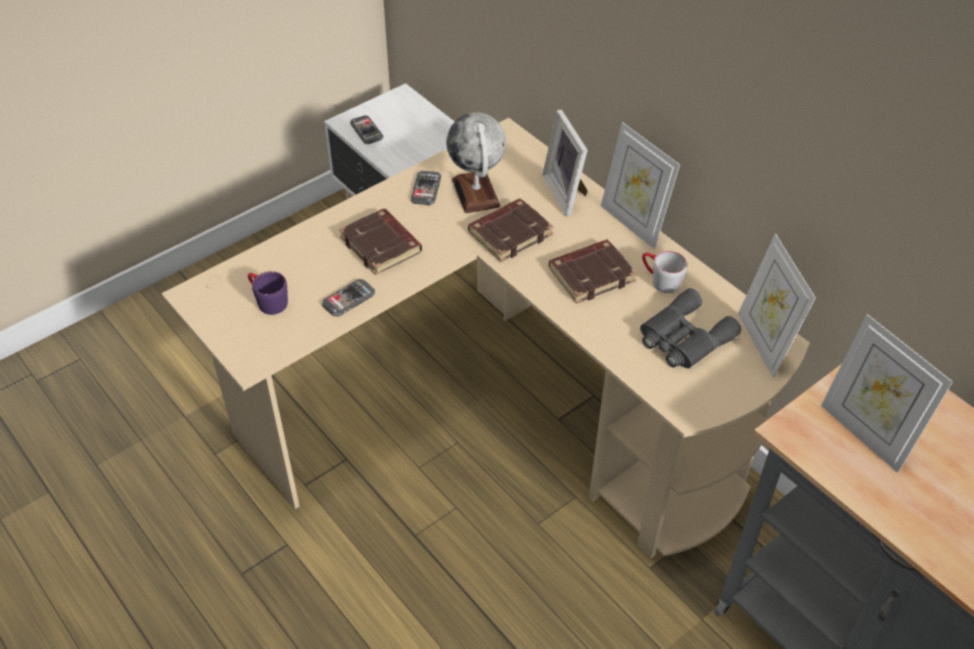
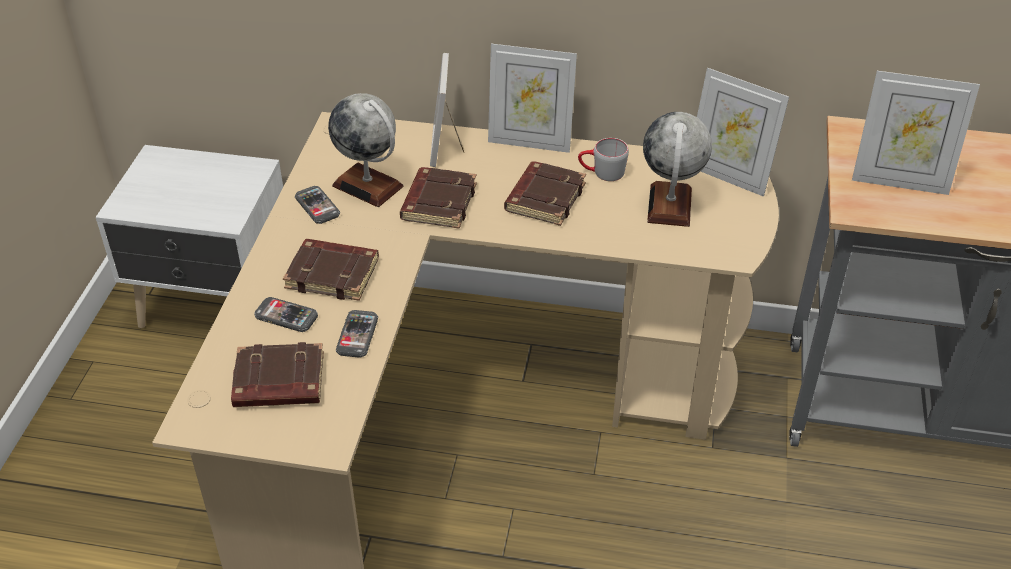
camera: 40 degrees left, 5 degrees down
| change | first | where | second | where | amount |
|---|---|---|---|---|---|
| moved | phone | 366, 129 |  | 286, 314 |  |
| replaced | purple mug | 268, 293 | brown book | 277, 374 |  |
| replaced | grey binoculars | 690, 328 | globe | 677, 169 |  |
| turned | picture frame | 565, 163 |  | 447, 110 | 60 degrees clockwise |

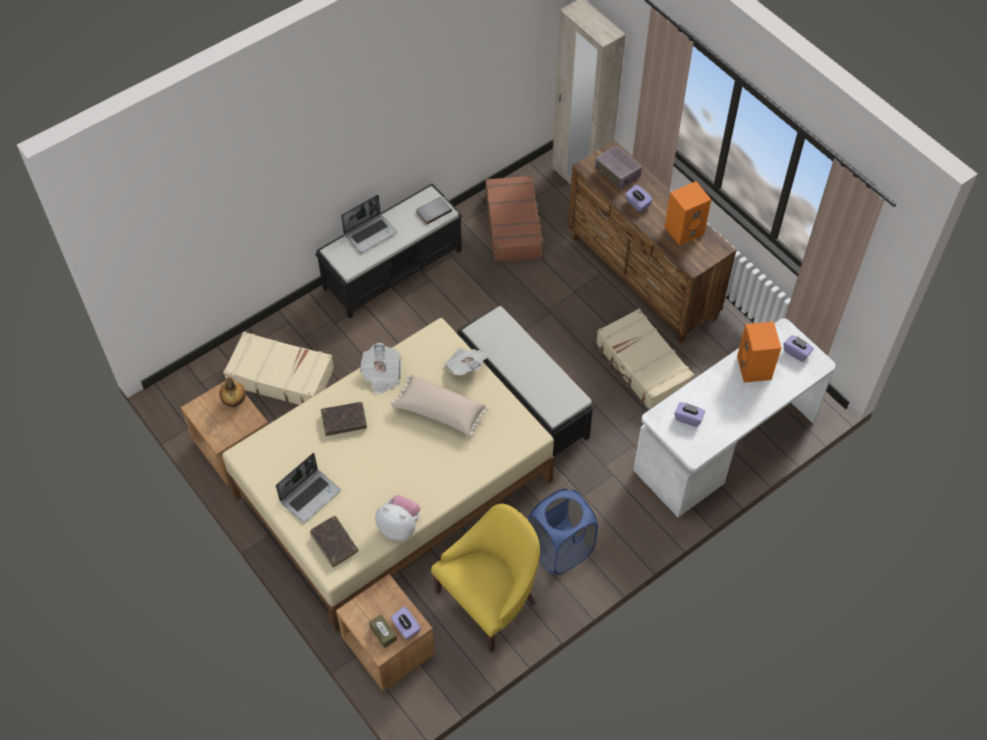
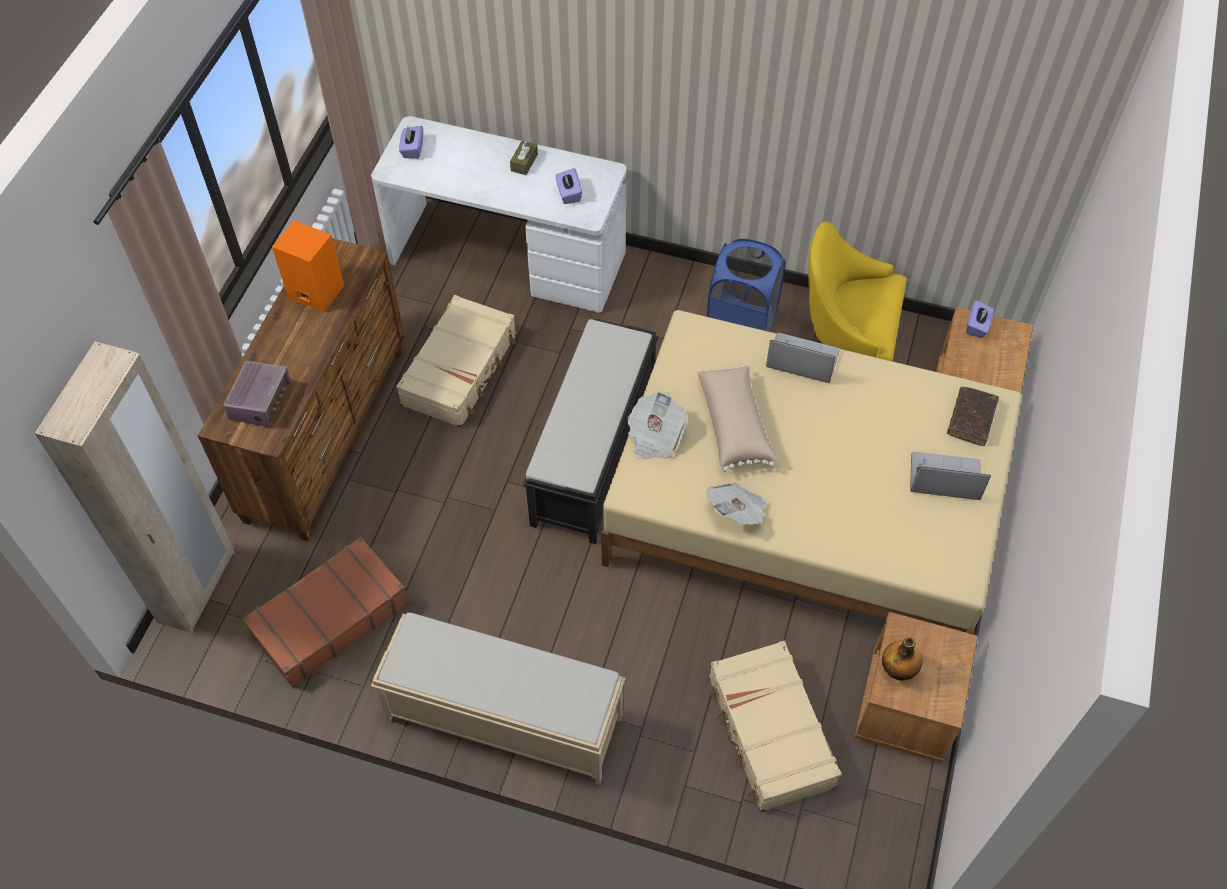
camera: 125 degrees left, 0 degrees up
| change | first | where | second | where | amount |
|---|---|---|---|---|---|
| removed | brown book | 344, 419 |  |  |  |
| removed | plush toy | 397, 518 |  |  |  |
| removed | grey book | 434, 211 |  |  |  |
| removed | purple tissue box | 639, 198 |  |  |  |
| removed | orange speaker | 759, 352 |  |  |  |
| moved | laptop | 369, 224 |  | 803, 358 |  |
| moved | brown tissue box | 383, 631 |  | 524, 158 |  |
| recoloured | black bench | 389, 251 | beige bench | 498, 699 |  |

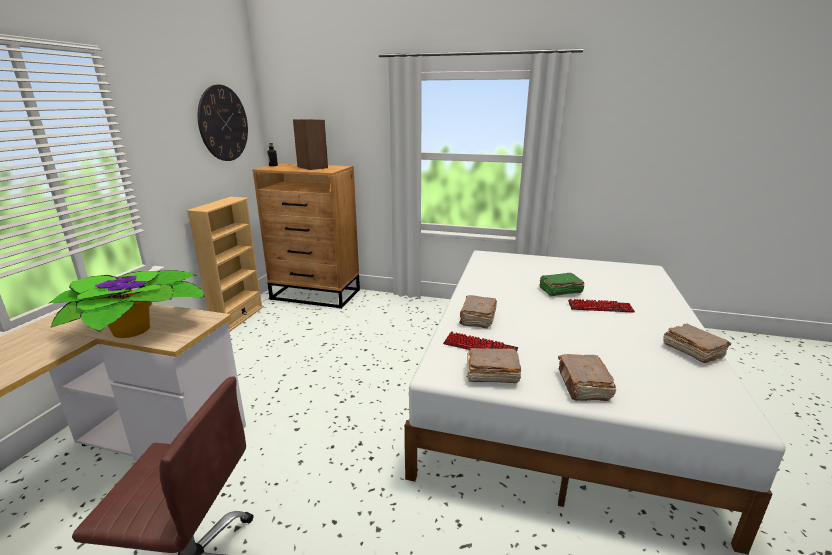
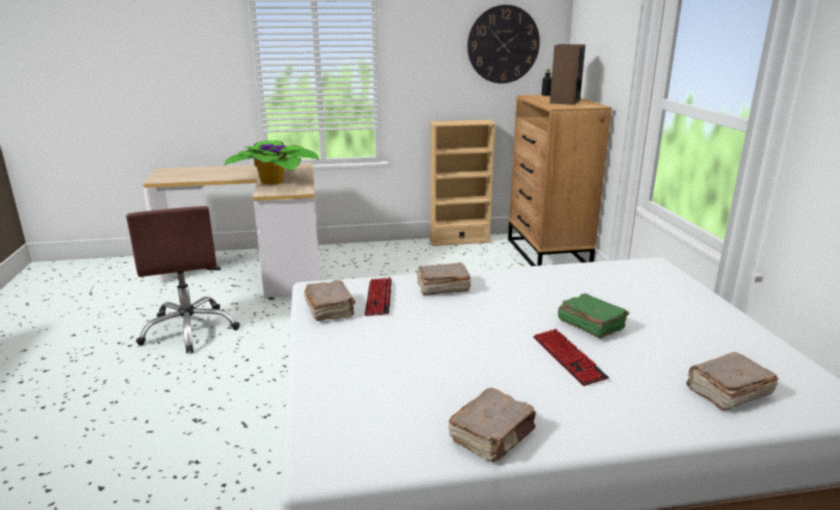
camera: 65 degrees right, 0 degrees up
| change | first | where | second | where | amount |
|---|---|---|---|---|---|
| moved | brown book | 587, 377 |  | 732, 381 |  |

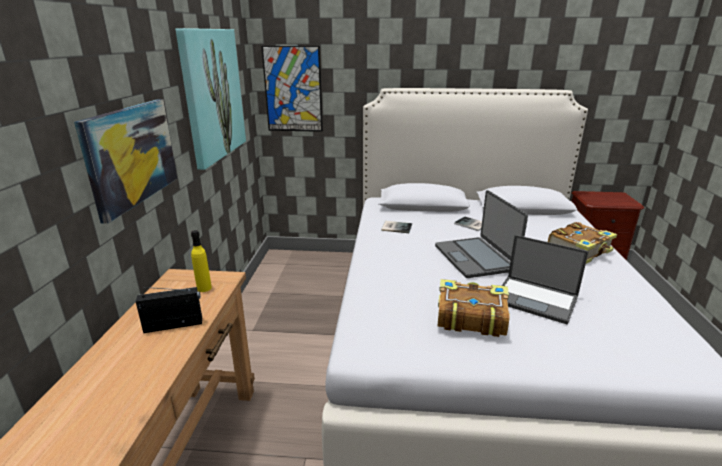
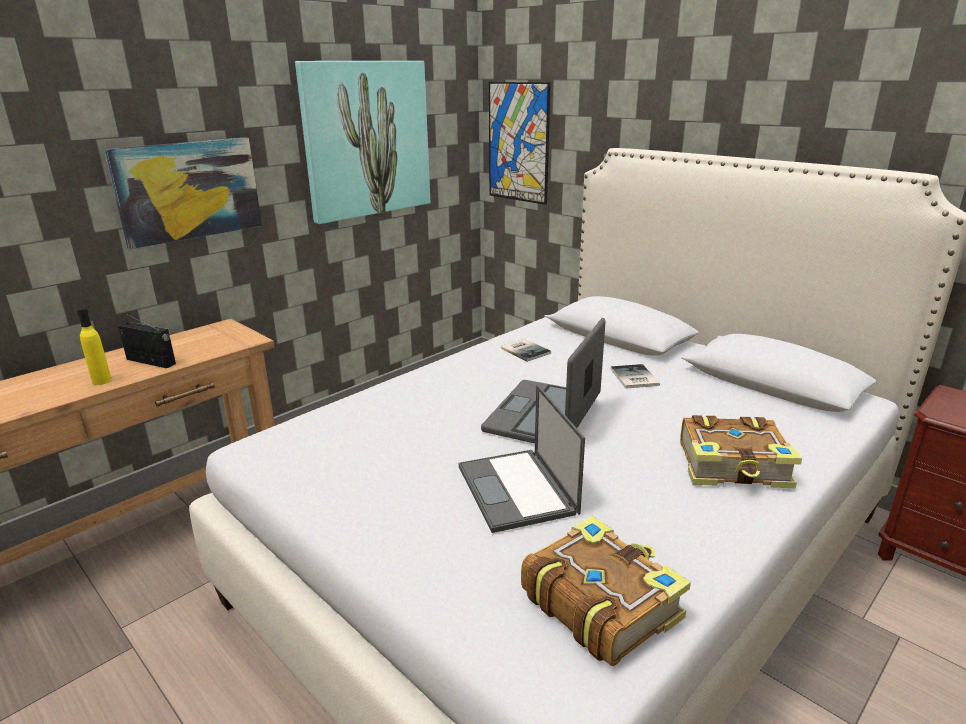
camera: 40 degrees right, 0 degrees up
| change | first | where | second | where | amount |
|---|---|---|---|---|---|
| moved | yellow bottle | 201, 261 |  | 94, 346 |  |
| moved | book | 474, 308 |  | 606, 591 |  |

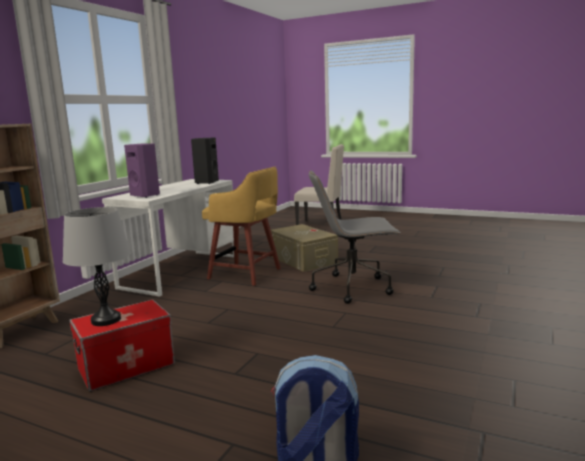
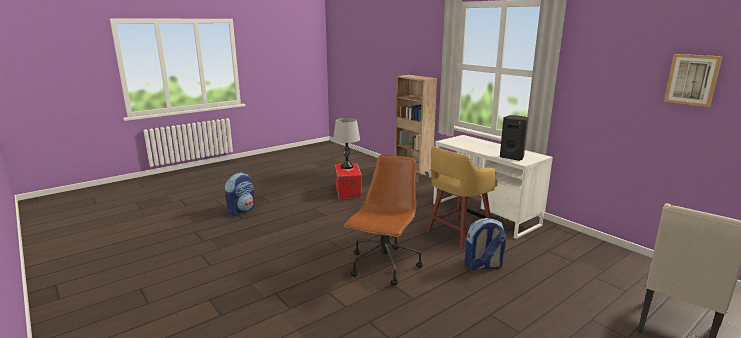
camera: 115 degrees right, 5 degrees up
| change | first | where | second | where | amount |
|---|---|---|---|---|---|
| removed | purple speaker | 142, 170 |  |  |  |
| added |  |  | picture | 693, 80 |  |
| replaced | beige storage box | 304, 248 | backpack | 485, 244 |  |
| recoloured | grey office chair | 354, 237 | brown office chair | 383, 220 |  |

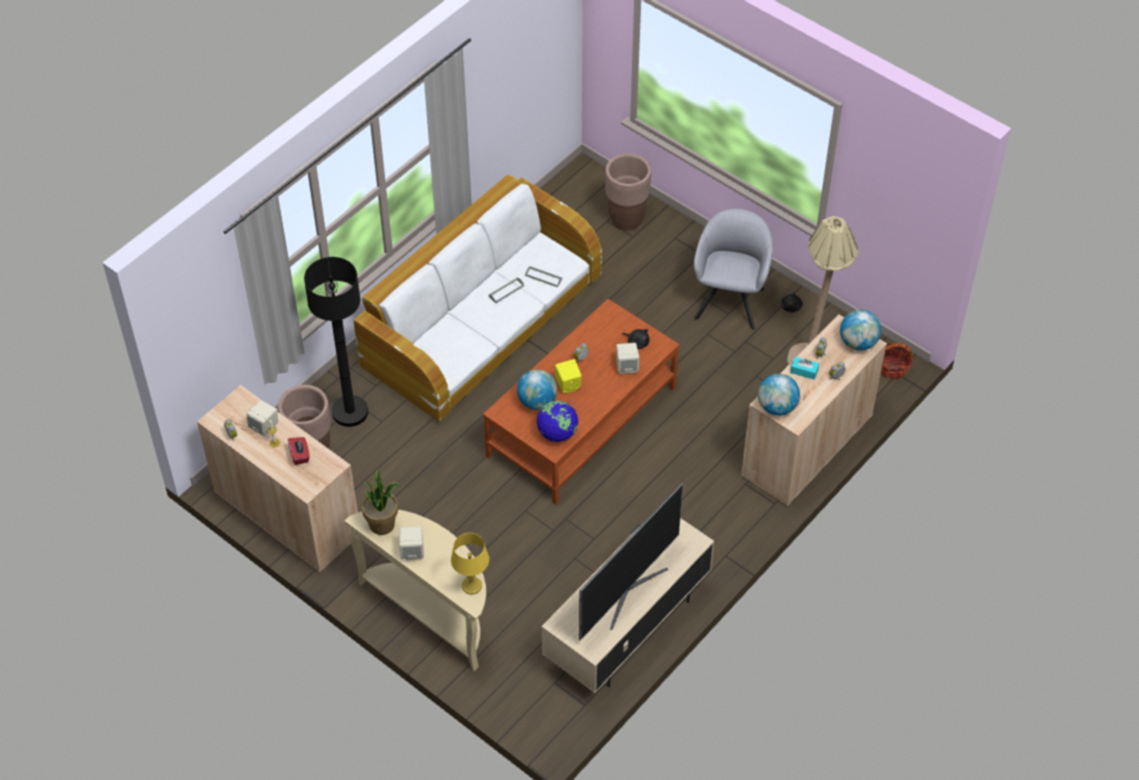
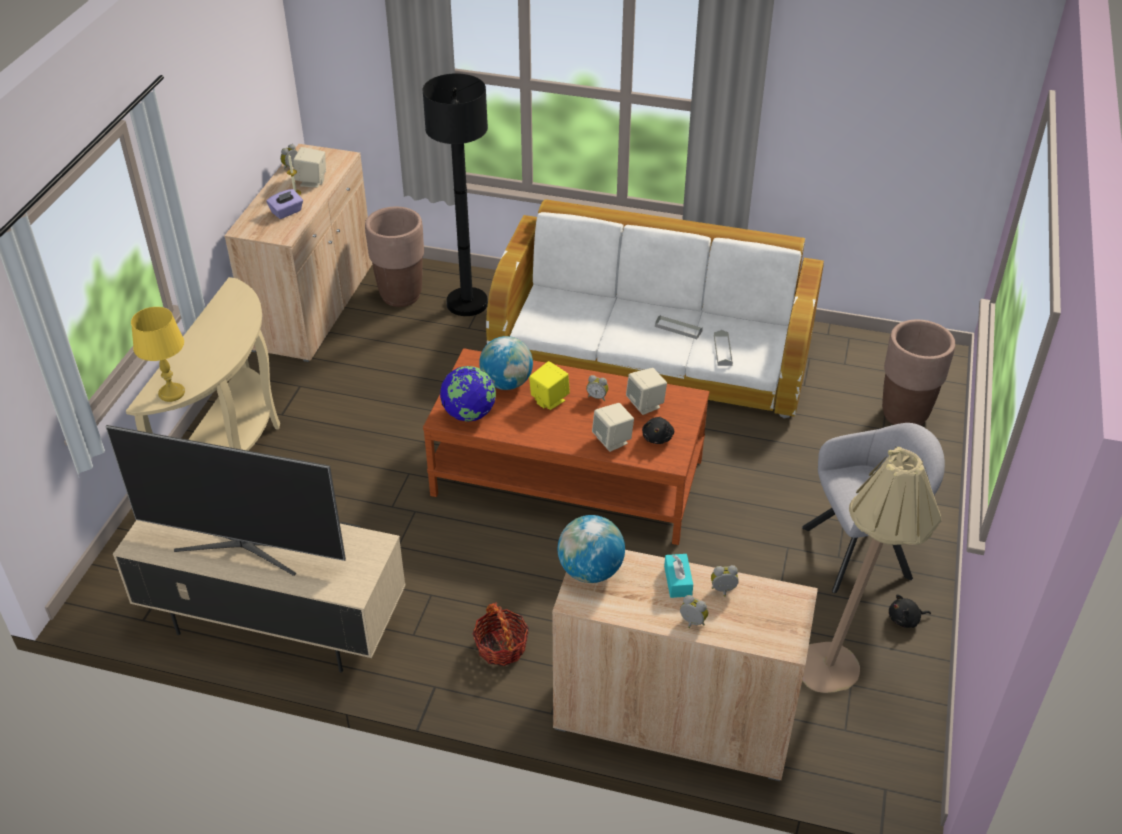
camera: 65 degrees right, 10 degrees down
| change | first | where | second | where | amount |
|---|---|---|---|---|---|
| removed | potted plant | 381, 502 |  |  |  |
| removed | globe | 860, 330 |  |  |  |
| moved | beige speaker | 411, 543 |  | 646, 391 |  |
| moved | basket | 897, 361 |  | 500, 634 |  |
| recoloured | red tissue box | 299, 451 | purple tissue box | 285, 204 |  |

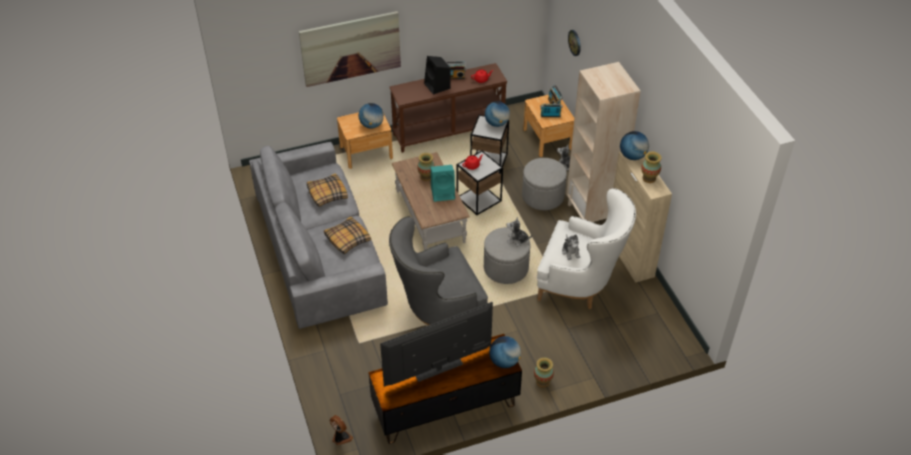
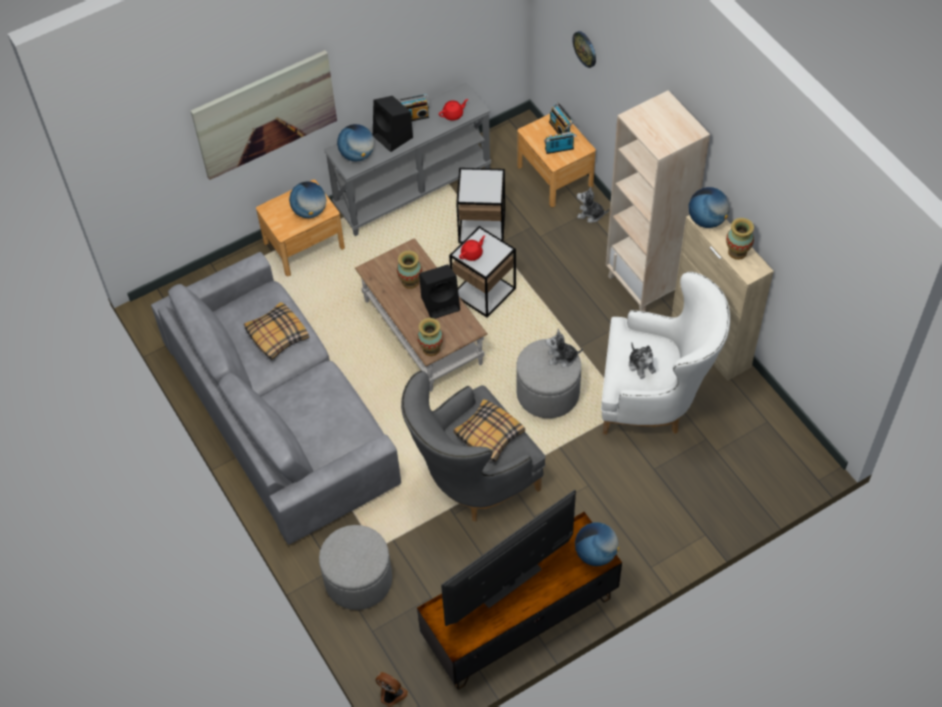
camera: 10 degrees left, 10 degrees up
| change | first | where | second | where | amount |
|---|---|---|---|---|---|
| moved | pillow | 347, 235 |  | 489, 430 |  |
| moved | globe | 497, 114 |  | 355, 143 |  |
| moved | grey ottoman | 544, 184 |  | 355, 567 |  |
| moved | vase | 544, 373 |  | 430, 337 |  |
| recoloured | brown console table | 448, 108 | grey console table | 408, 159 |  |
| recoloured | turquoise speaker | 442, 183 | black speaker | 439, 291 |  |

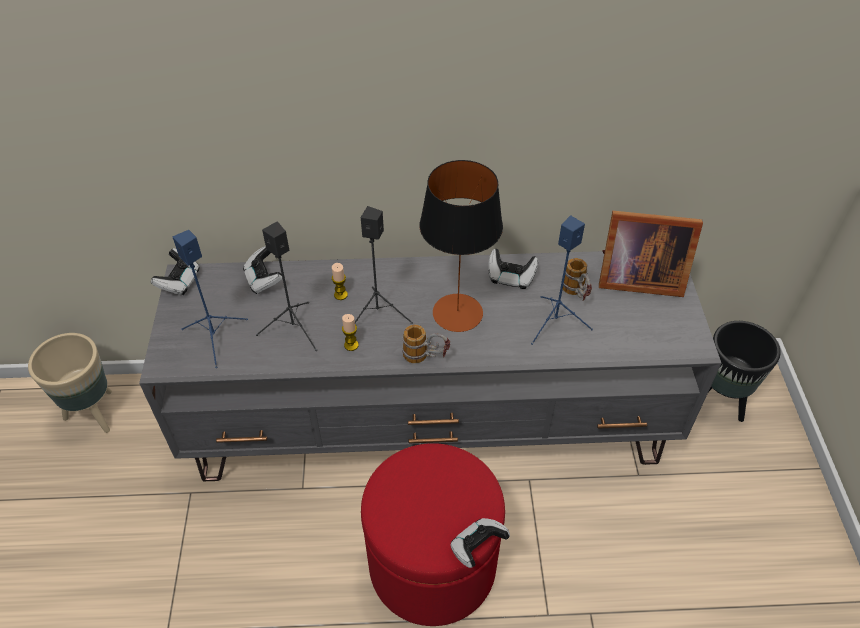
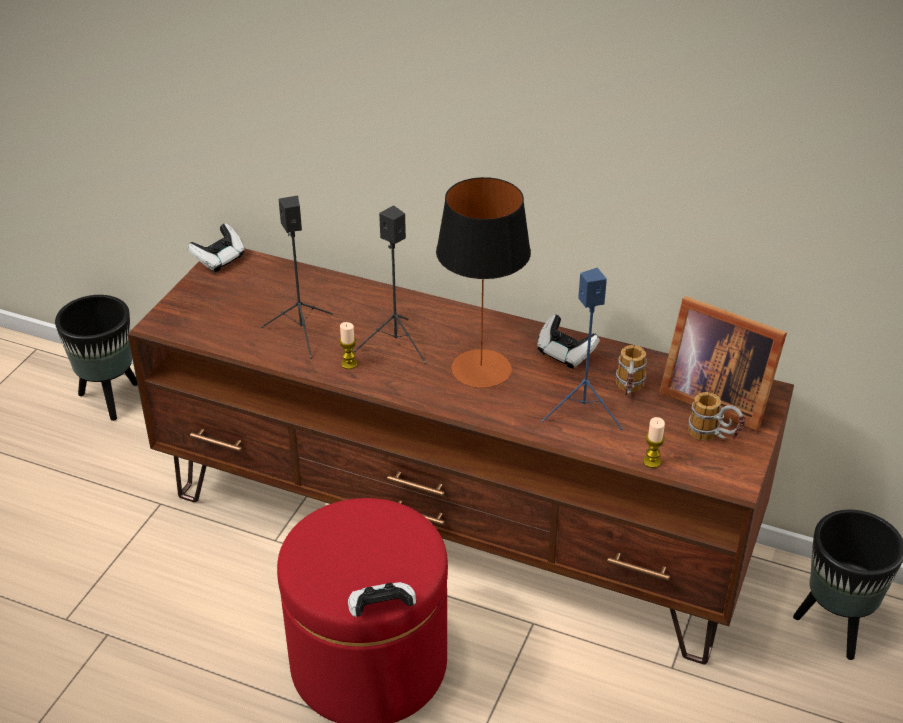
camera: 25 degrees right, 10 degrees down
| change | first | where | second | where | amount |
|---|---|---|---|---|---|
| removed | blue speaker | 210, 299 |  |  |  |
| removed | game controller | 263, 270 |  |  |  |
| moved | candle | 340, 281 |  | 654, 442 |  |
| moved | mug | 426, 344 |  | 717, 416 |  |
| recoloured | beige planter | 70, 383 | black planter | 96, 358 |  |
| recoloured | grey tv stand | 430, 366 | brown tv stand | 460, 457 |  |

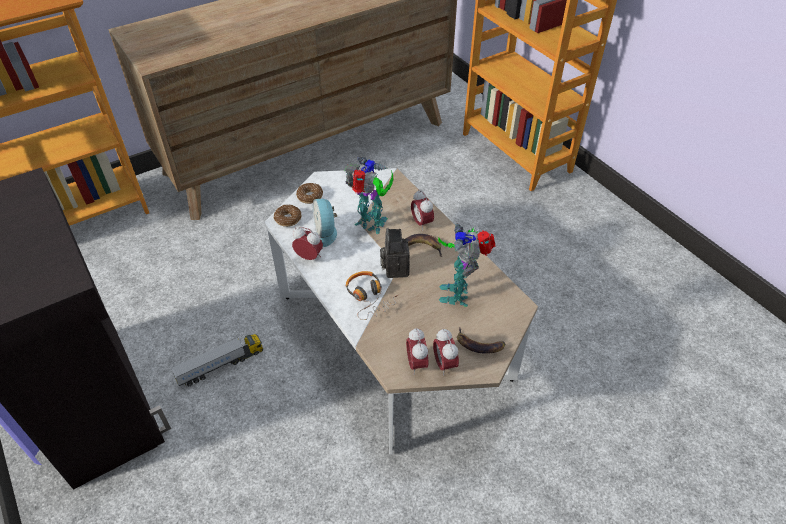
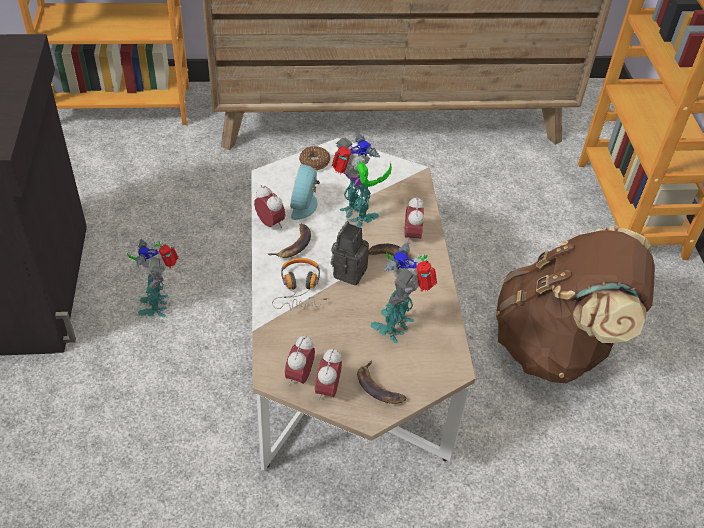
camera: 25 degrees right, 0 degrees up
| change | first | where | second | where | amount |
|---|---|---|---|---|---|
| removed | donut | 287, 215 |  |  |  |
| added |  |  | banana | 289, 241 |  |
| added |  |  | brown backpack | 575, 304 |  |
| replaced | toy truck | 217, 360 | toy robot | 152, 278 |  |

